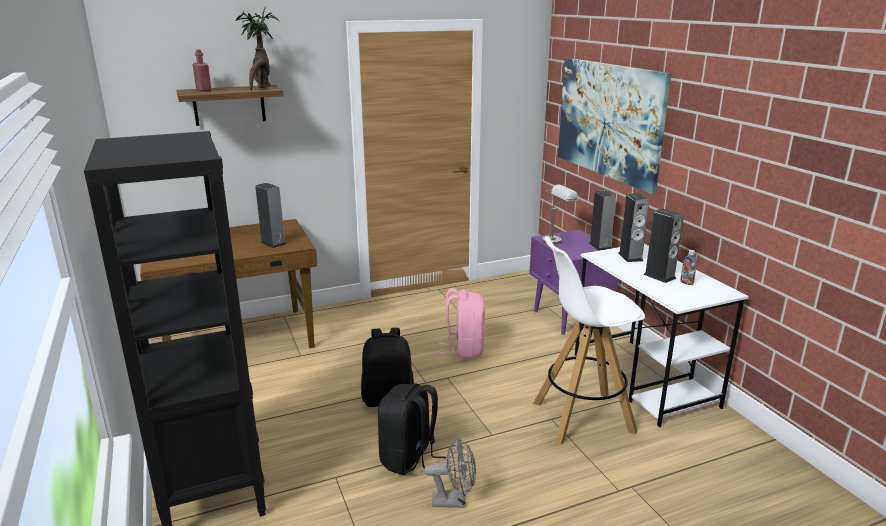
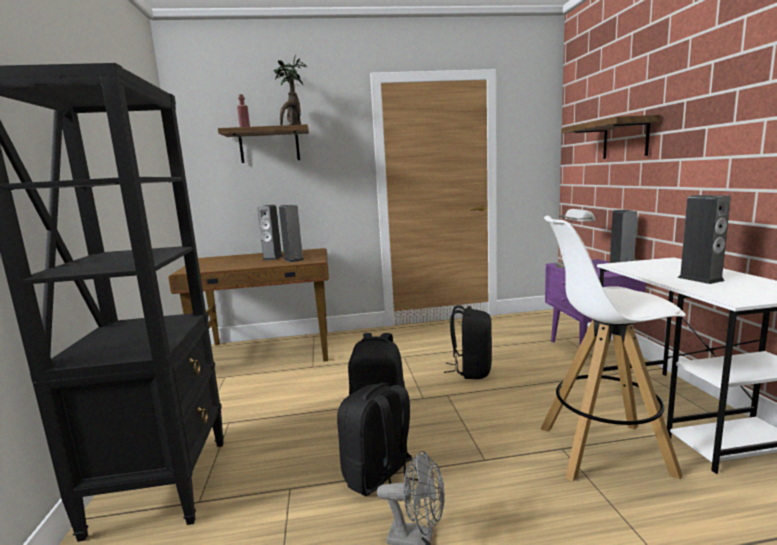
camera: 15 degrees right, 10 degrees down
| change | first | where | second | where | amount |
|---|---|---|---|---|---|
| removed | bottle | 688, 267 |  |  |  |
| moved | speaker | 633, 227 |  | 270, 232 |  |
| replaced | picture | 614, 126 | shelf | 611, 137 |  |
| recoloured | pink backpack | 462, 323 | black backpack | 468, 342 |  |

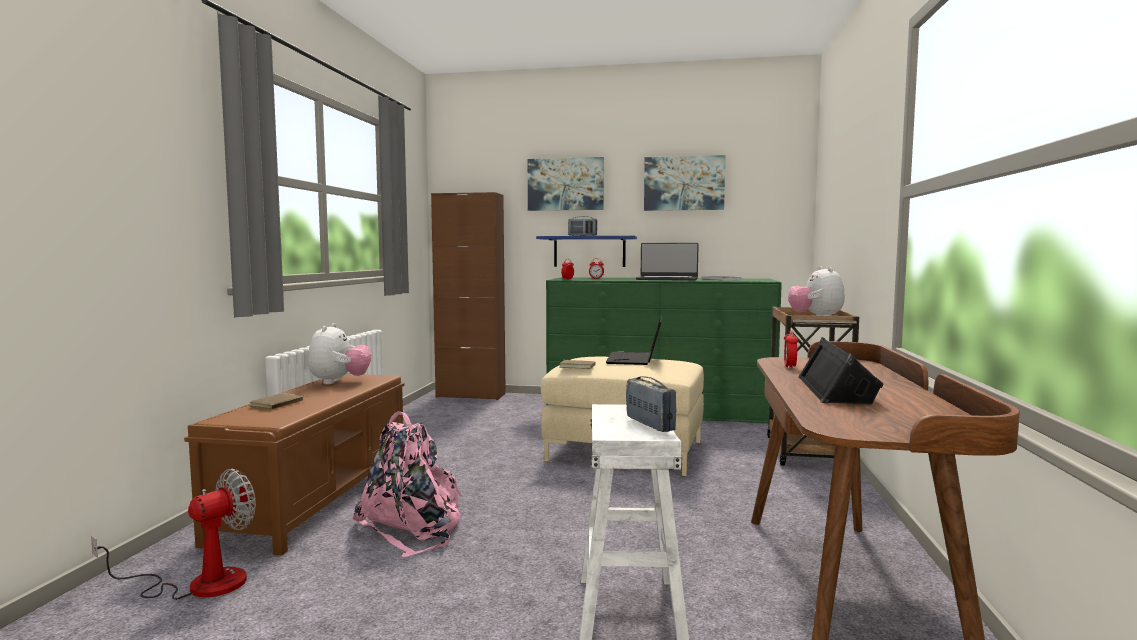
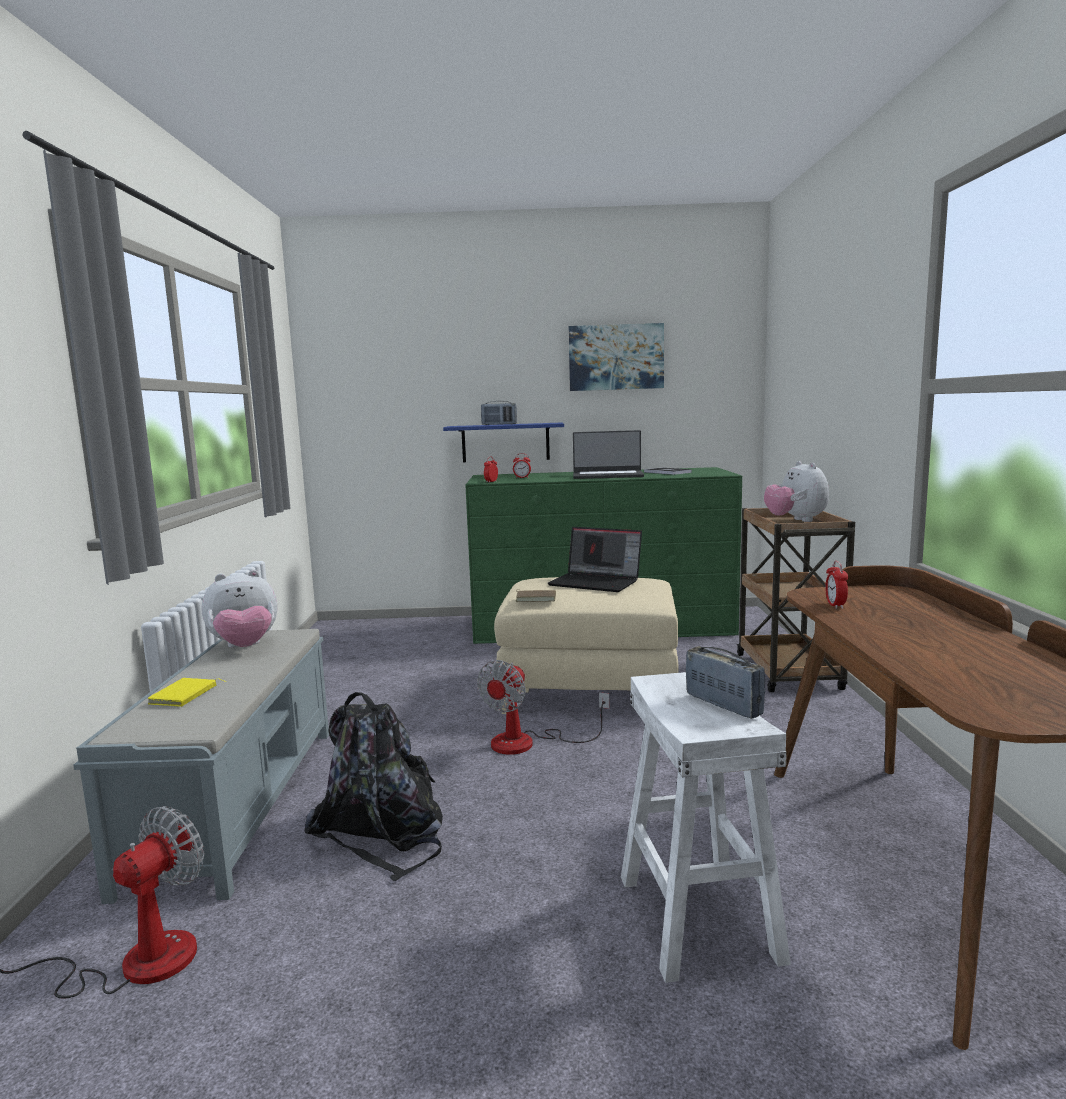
camera: 10 degrees left, 5 degrees up
| change | first | where | second | where | amount |
|---|---|---|---|---|---|
| removed | brown cabinet | 468, 296 |  |  |  |
| removed | picture | 566, 184 |  |  |  |
| removed | black speaker | 840, 371 |  |  |  |
| added |  |  | fan | 543, 707 |  |
| recoloured | brown bench | 294, 464 | grey bench | 201, 766 |  |
| recoloured | brown book | 280, 401 | yellow book | 187, 692 |  |
| recoloured | pink backpack | 407, 484 | black backpack | 373, 786 |  |
| turned | plush toy | 339, 353 |  | 239, 609 | 75 degrees clockwise |
| turned | laptop | 634, 340 |  | 595, 559 | 60 degrees counterclockwise |

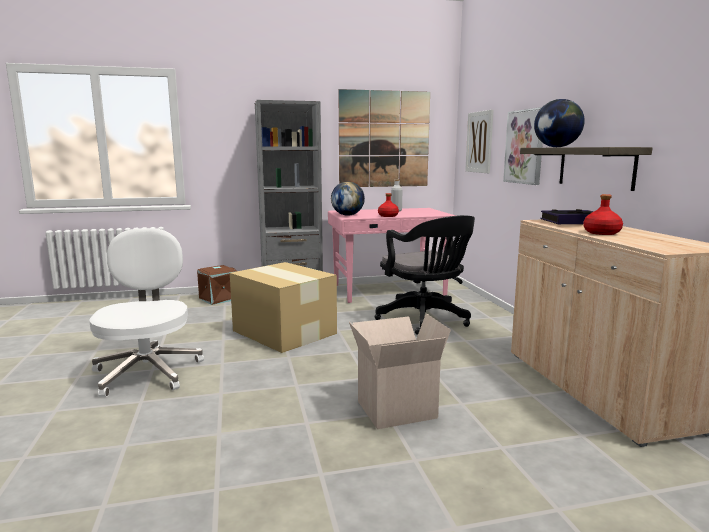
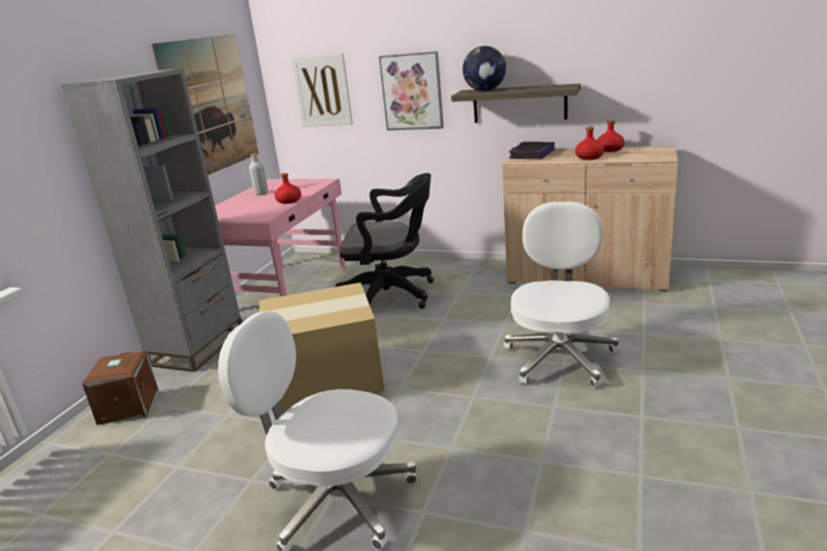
camera: 55 degrees left, 10 degrees up
| change | first | where | second | where | amount |
|---|---|---|---|---|---|
| removed | globe | 348, 198 |  |  |  |
| added |  |  | red bottle | 611, 136 |  |
| replaced | cardboard box | 400, 371 | white office chair | 561, 295 |  |

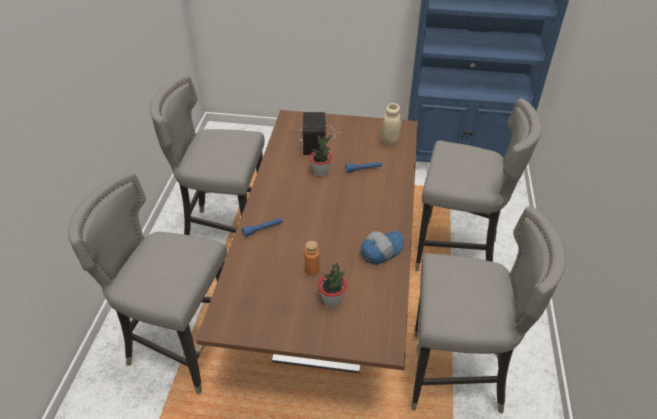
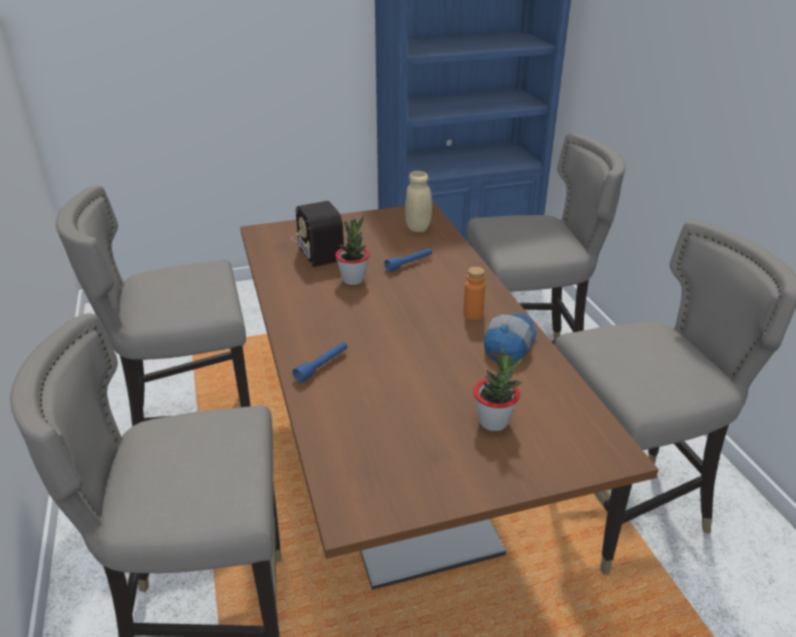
camera: 25 degrees left, 10 degrees down
| change | first | where | second | where | amount |
|---|---|---|---|---|---|
| moved | orange bottle | 311, 258 |  | 474, 293 |  |

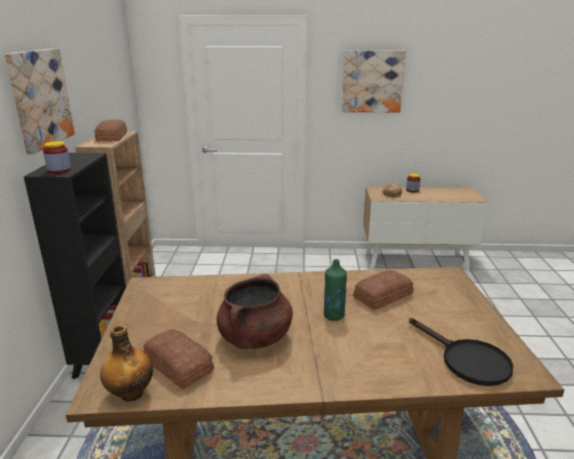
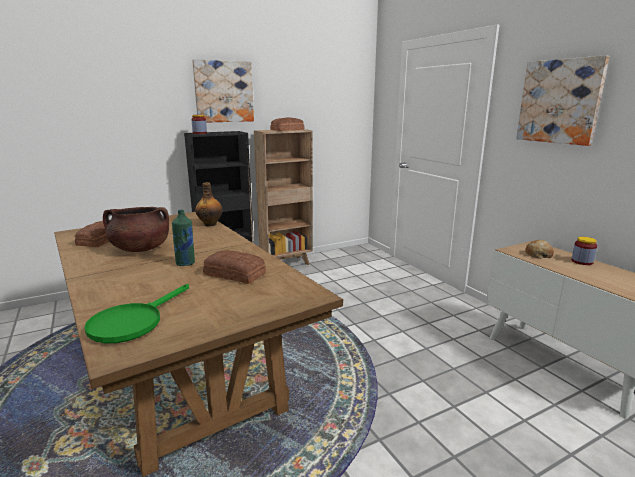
camera: 60 degrees right, 5 degrees down
| change | first | where | second | where | amount |
|---|---|---|---|---|---|
| moved | bottle | 126, 363 |  | 208, 204 |  |
| recoloured | black frying pan | 461, 352 | green frying pan | 136, 313 |  |

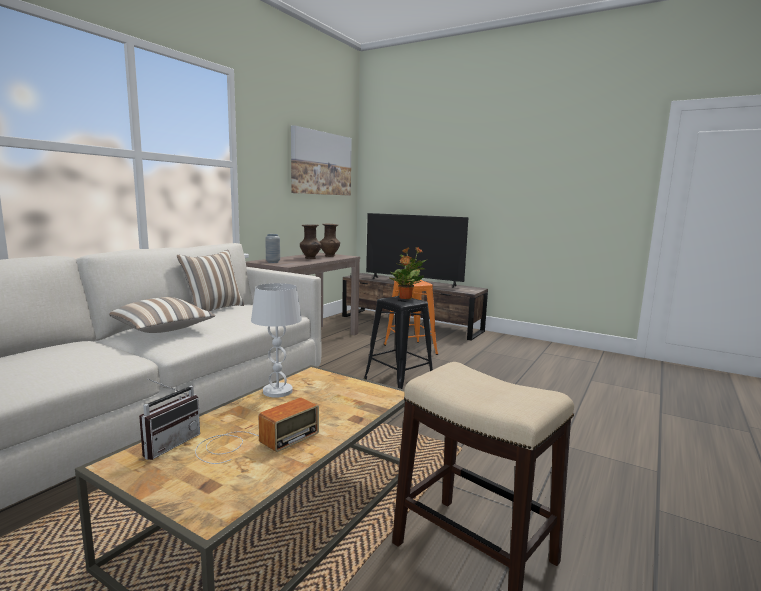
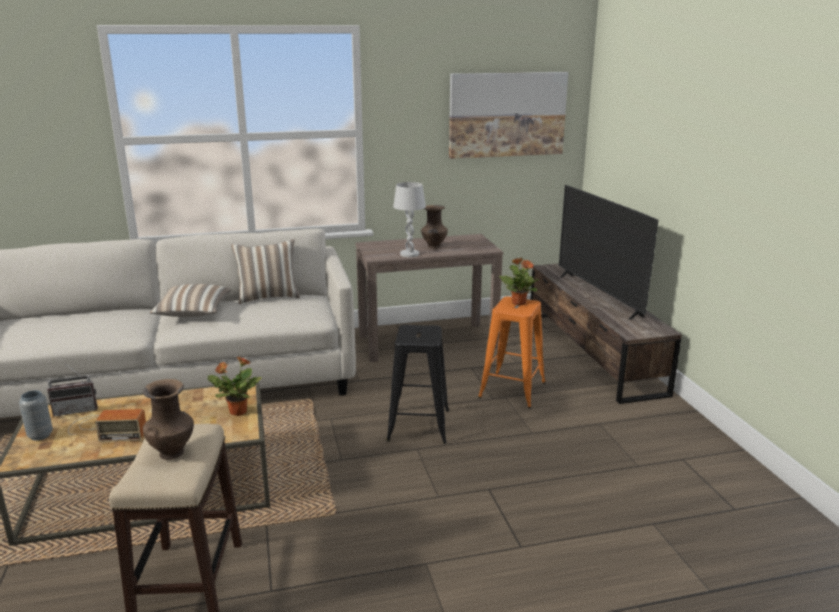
camera: 45 degrees right, 10 degrees up
| change | first | where | second | where | amount |
|---|---|---|---|---|---|
| moved | white table lamp | 276, 340 |  | 409, 219 |  |
| moved | grey vase | 272, 248 |  | 36, 415 |  |
| moved | brown vase | 330, 240 |  | 168, 419 |  |
| moved | potted plant | 406, 277 |  | 235, 386 |  |

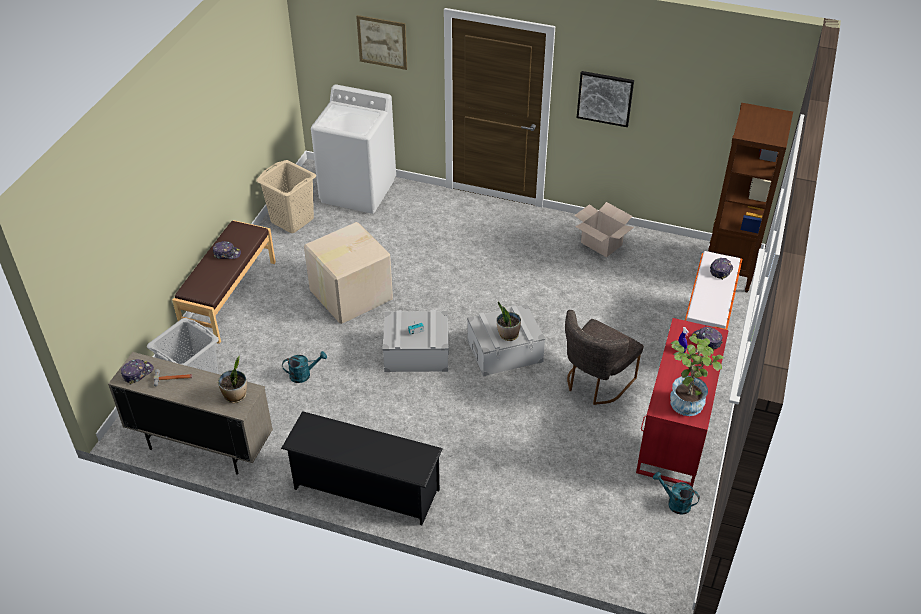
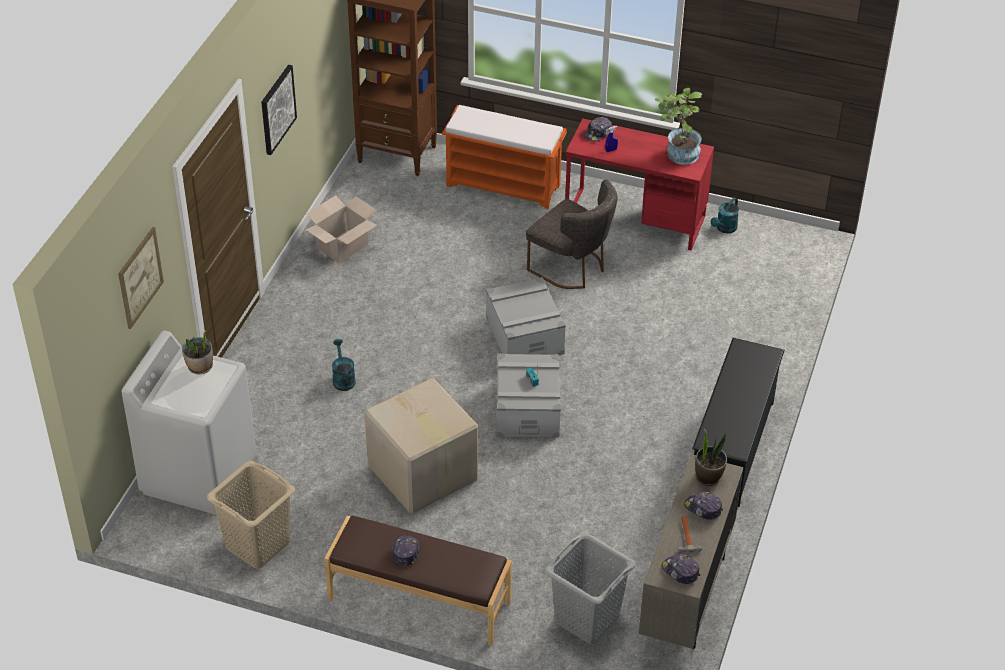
camera: 90 degrees left, 0 degrees up
| change | first | where | second | where | amount |
|---|---|---|---|---|---|
| moved | turquoise watering can | 304, 367 |  | 344, 365 |  |
| moved | potted plant | 509, 321 |  | 197, 352 |  |
| moved | cap | 721, 269 |  | 703, 505 |  |

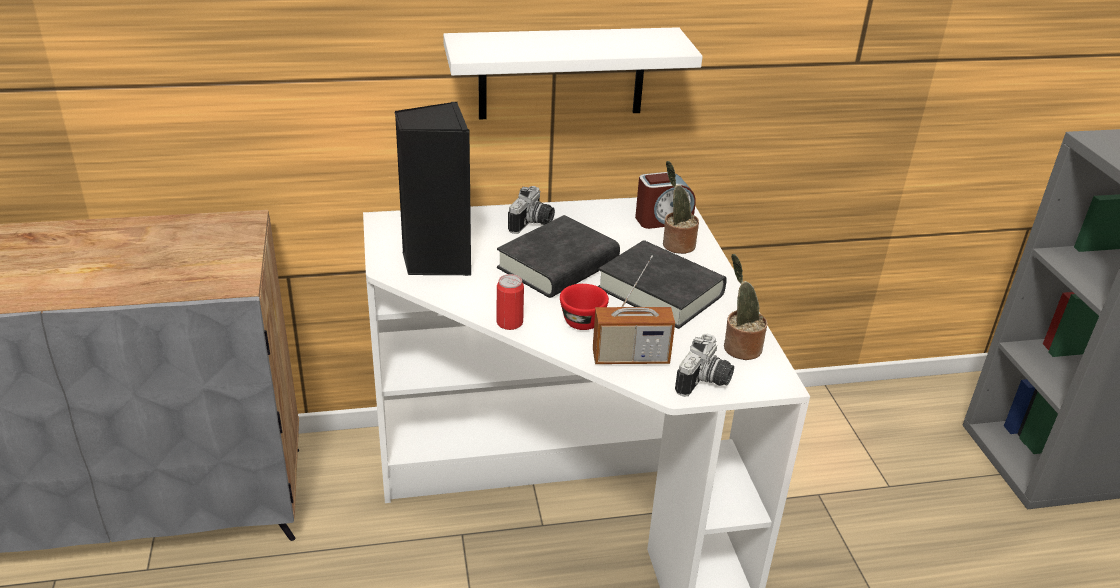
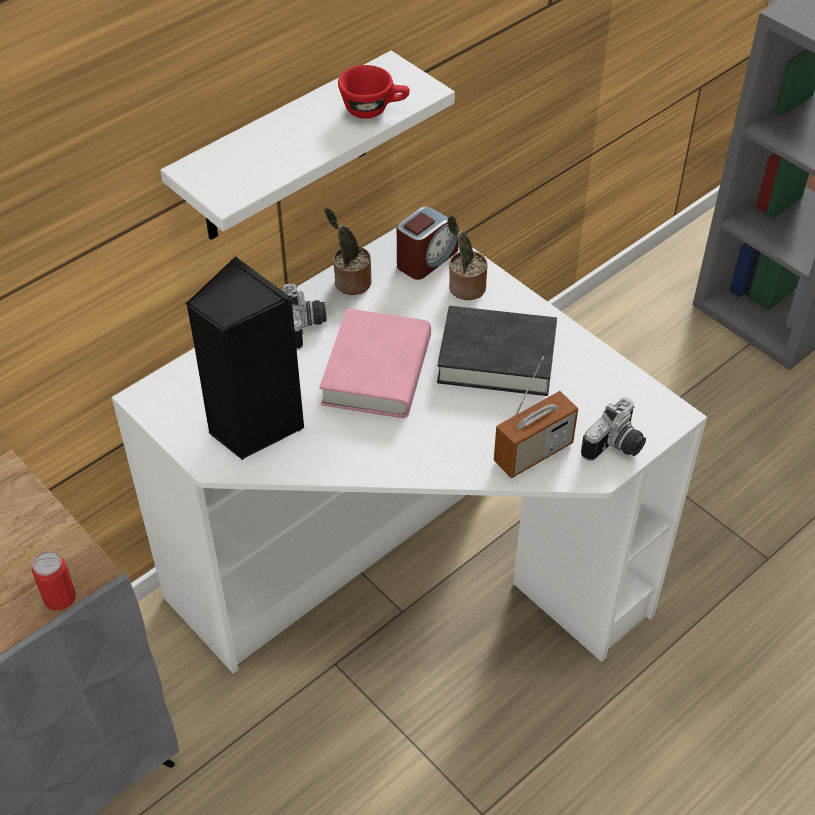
camera: 30 degrees left, 15 degrees up
| change | first | where | second | where | amount |
|---|---|---|---|---|---|
| moved | can | 510, 302 |  | 54, 581 |  |
| moved | red cup | 584, 307 |  | 374, 92 |  |
| moved | potted plant | 745, 307 |  | 348, 251 |  |
| recoloured | black book | 558, 256 | pink book | 375, 363 |  |
| turned | photo camera | 704, 365 |  | 613, 429 | 45 degrees clockwise |

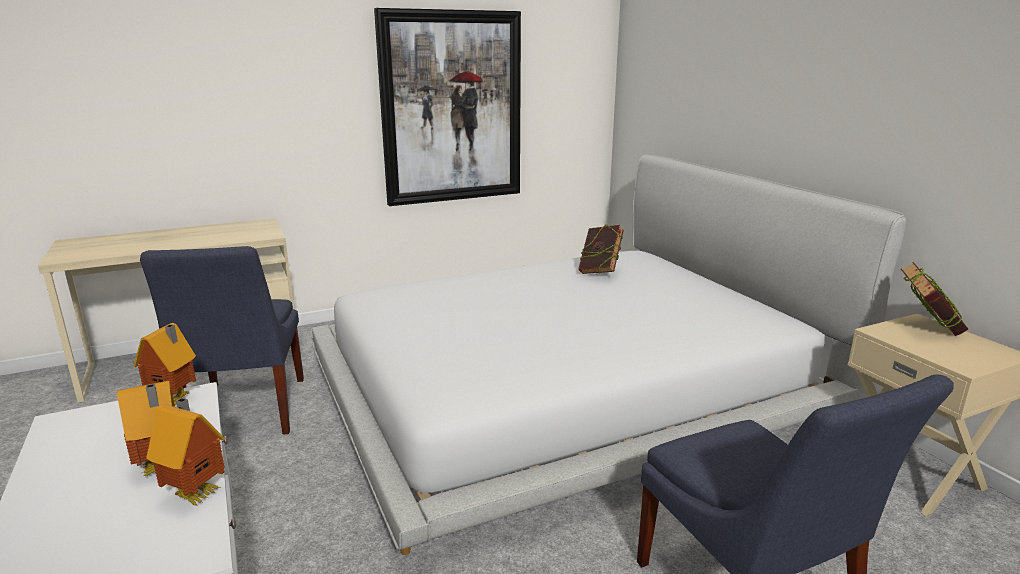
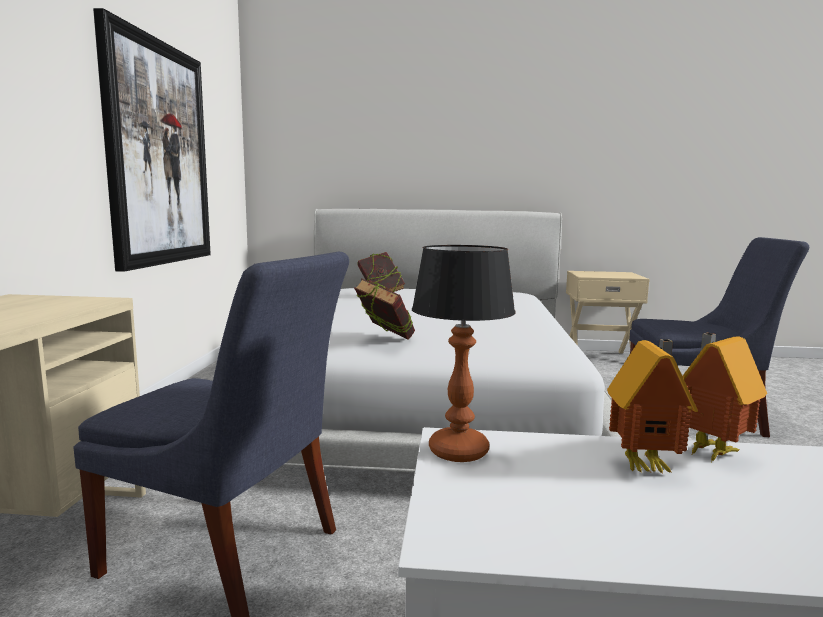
camera: 60 degrees left, 10 degrees down
| change | first | where | second | where | amount |
|---|---|---|---|---|---|
| moved | book | 934, 299 |  | 384, 309 |  |
| replaced | toy house | 165, 364 | table lamp | 464, 353 |  |

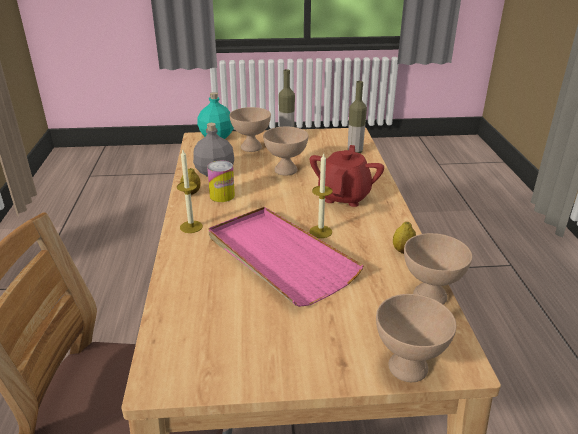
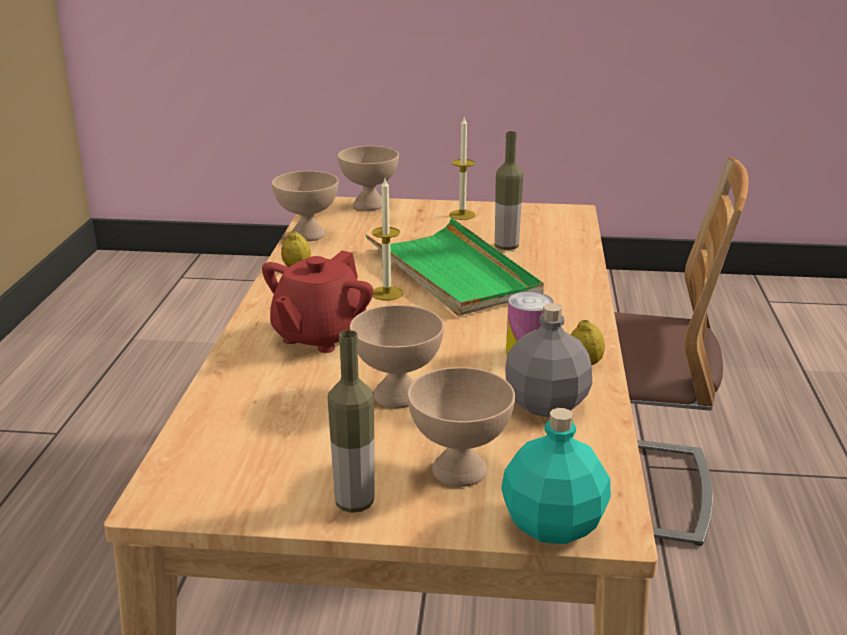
camera: 170 degrees left, 5 degrees down
| change | first | where | second | where | amount |
|---|---|---|---|---|---|
| moved | candle | 190, 191 |  | 462, 168 |  |
| moved | bottle | 357, 117 |  | 509, 190 |  |
| recoloured | pink tray | 286, 257 | green tray | 454, 267 |  |

